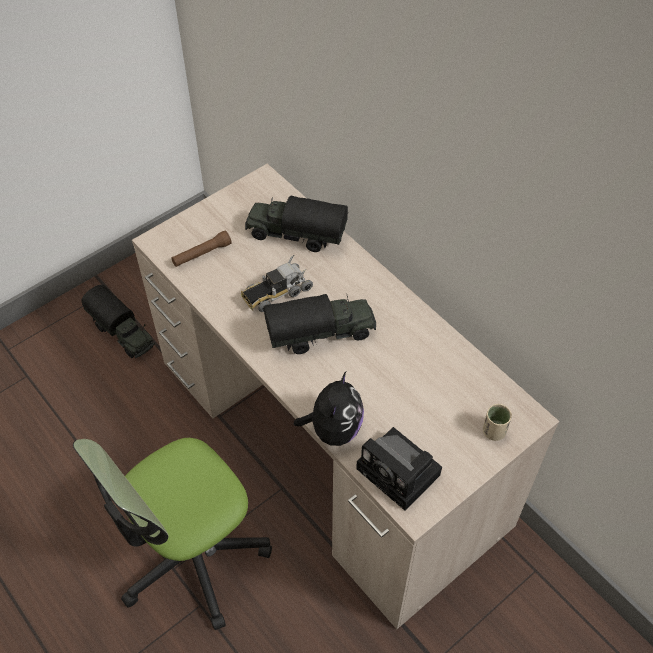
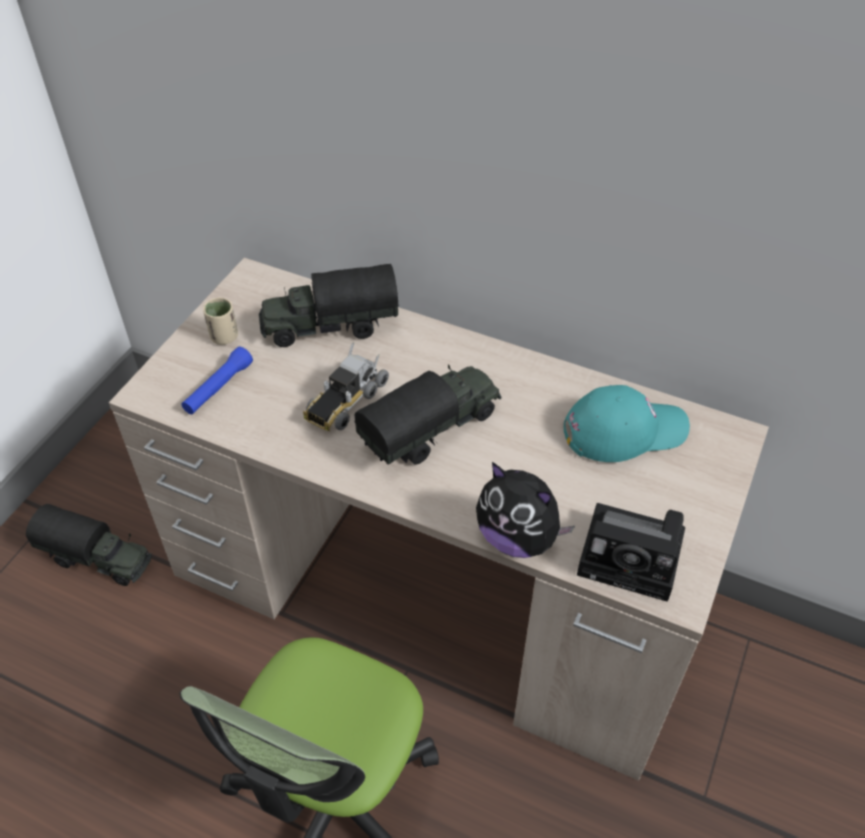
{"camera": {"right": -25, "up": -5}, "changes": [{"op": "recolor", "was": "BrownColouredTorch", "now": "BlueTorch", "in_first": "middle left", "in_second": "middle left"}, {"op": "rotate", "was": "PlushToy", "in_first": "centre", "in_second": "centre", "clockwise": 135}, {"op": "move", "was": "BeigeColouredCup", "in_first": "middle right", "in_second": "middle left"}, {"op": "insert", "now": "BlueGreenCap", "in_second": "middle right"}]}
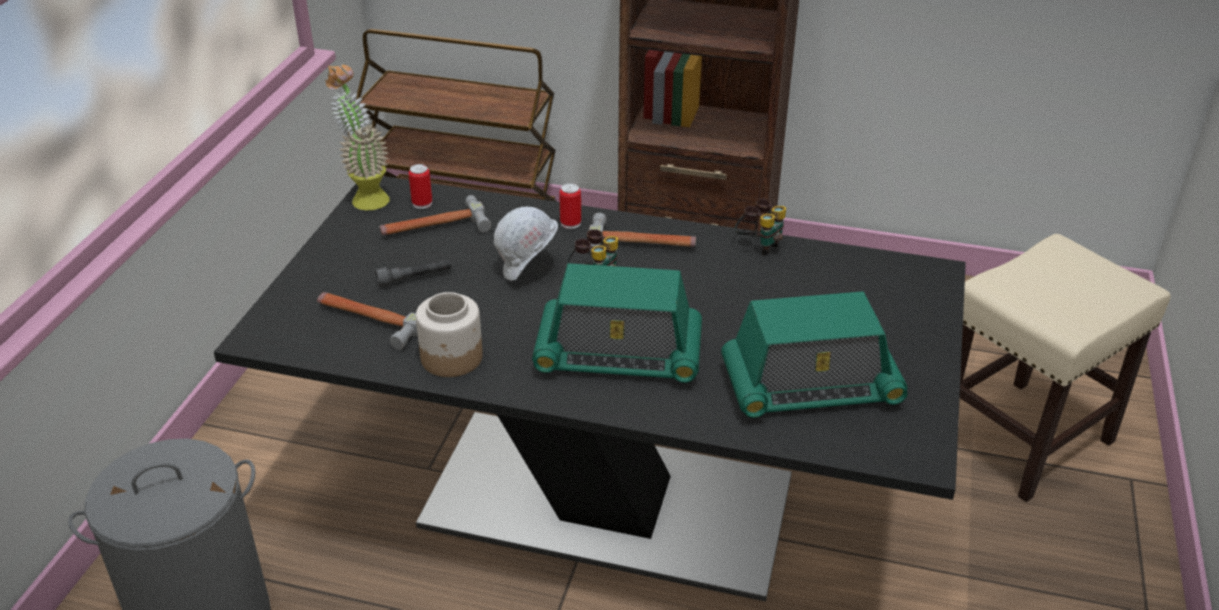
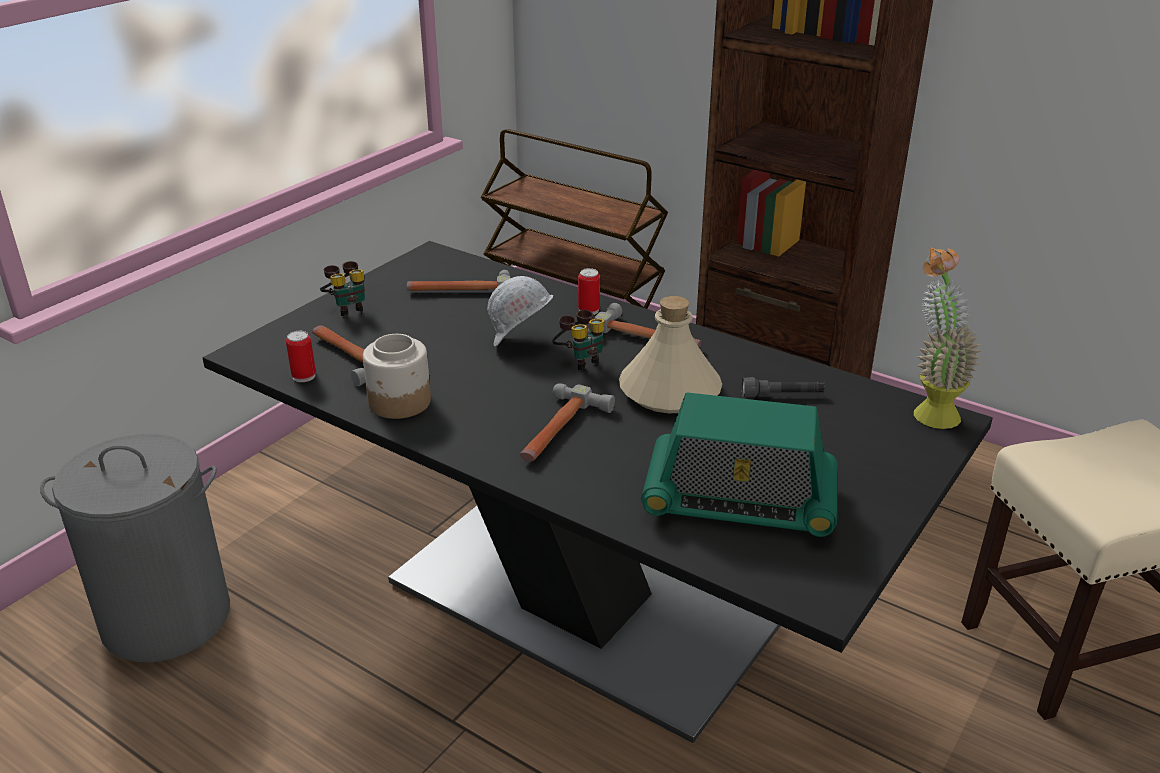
{"camera": {"right": 20, "up": -5}, "changes": [{"op": "move", "was": "PottedPlant", "in_first": "top left", "in_second": "middle right"}, {"op": "move", "was": "GreyTorch", "in_first": "centre", "in_second": "middle right"}, {"op": "move", "was": "Can (1st from left)", "in_first": "top centre", "in_second": "middle left"}, {"op": "replace", "was": "Radio (1st from left)", "now": "ToolHammer (3rd from left)", "in_first": "centre", "in_second": "centre"}, {"op": "move", "was": "PairOfBinoculars (2nd from left in the first image)", "now": "PairOfBinoculars (1st from left)", "in_first": "centre", "in_second": "middle left"}, {"op": "insert", "now": "BeigeColouredBeverageBottle", "in_second": "centre"}]}
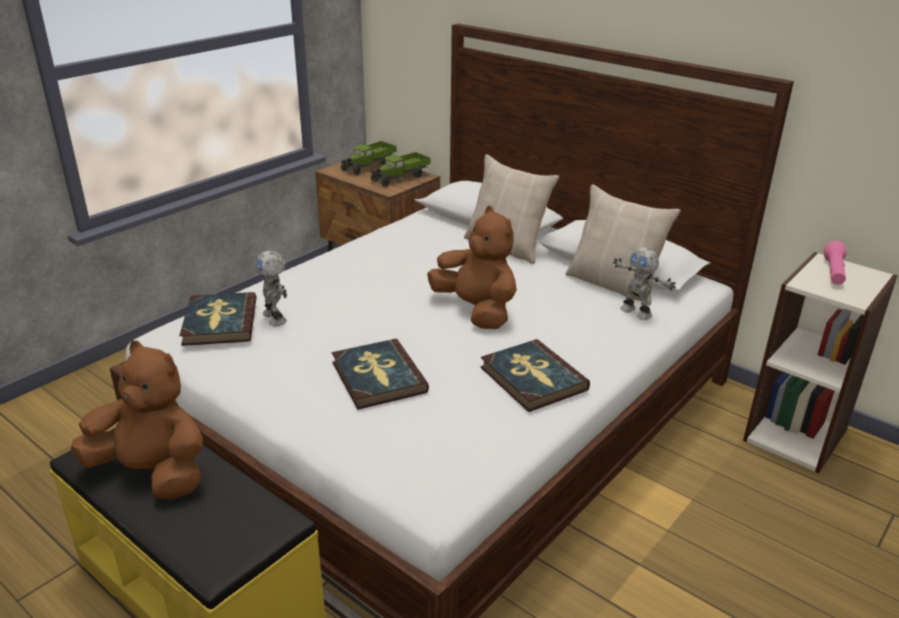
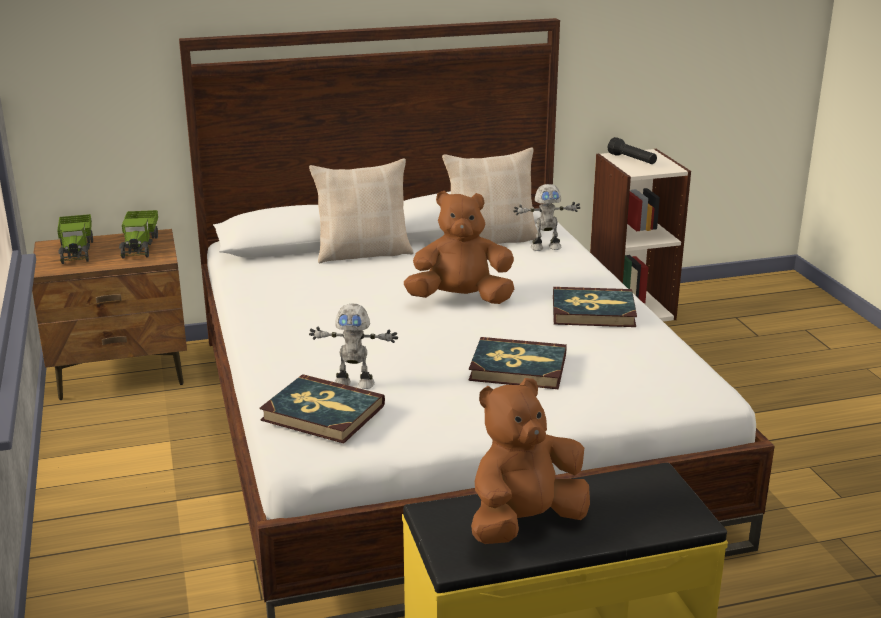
{"camera": {"right": -55, "up": -5}, "changes": [{"op": "recolor", "was": "PinkTorch", "now": "BlackColouredTorch", "in_first": "middle right", "in_second": "top right"}]}
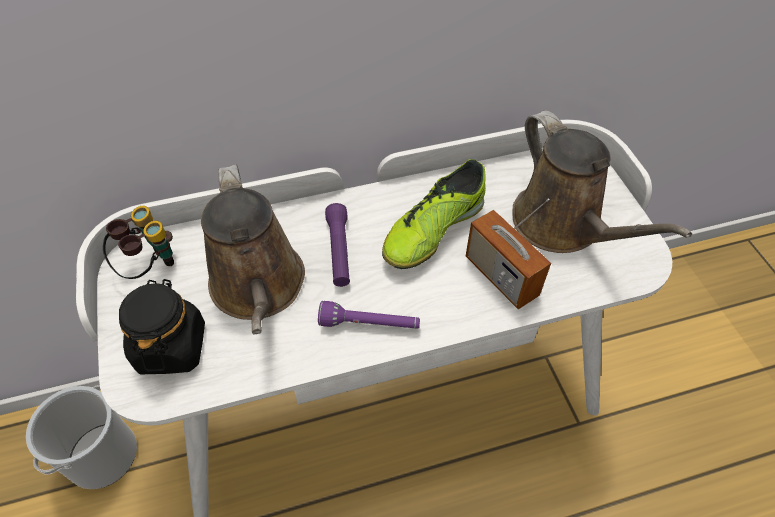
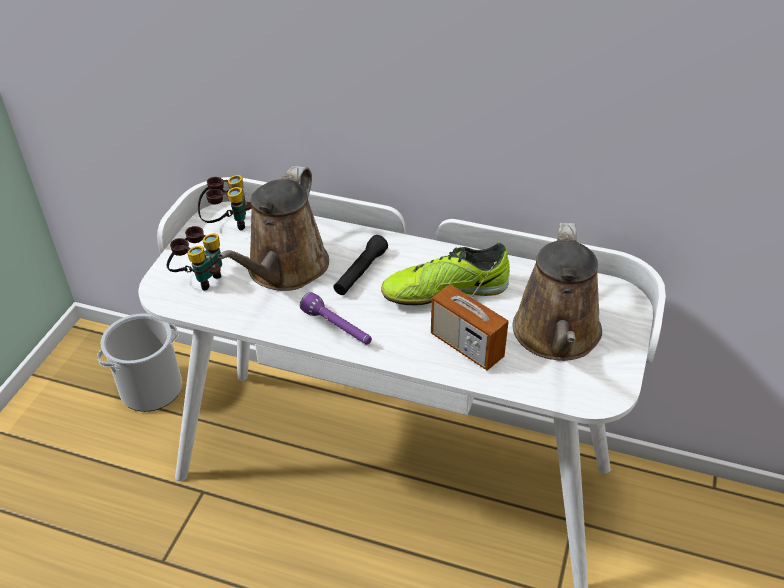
{"camera": {"right": 35, "up": -10}, "changes": [{"op": "replace", "was": "BlackColouredJar", "now": "PairOfBinoculars (1st from left)", "in_first": "middle left", "in_second": "middle left"}, {"op": "recolor", "was": "PurpleColouredTorch (1st from left)", "now": "BlackColouredTorch", "in_first": "centre", "in_second": "centre"}, {"op": "rotate", "was": "Radio", "in_first": "centre", "in_second": "centre", "clockwise": -45}]}
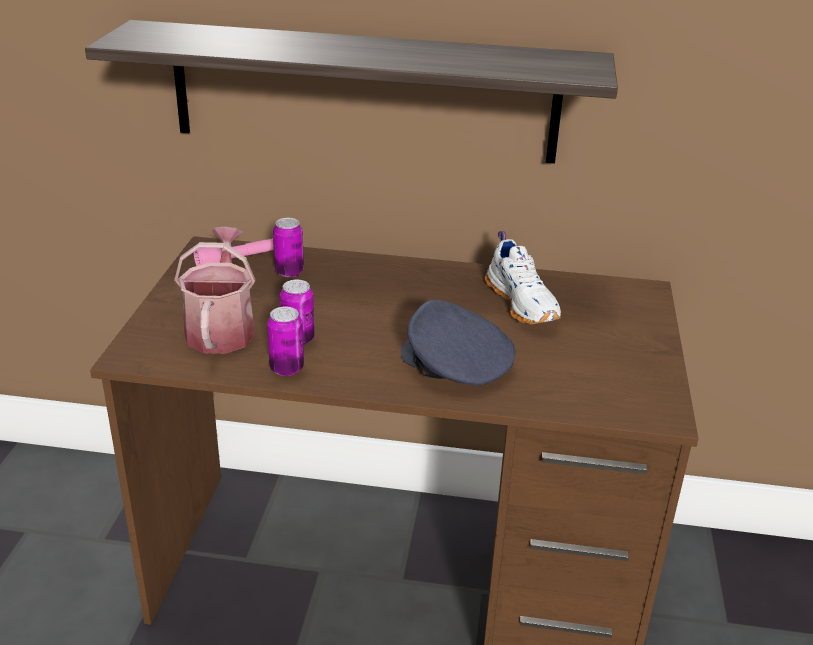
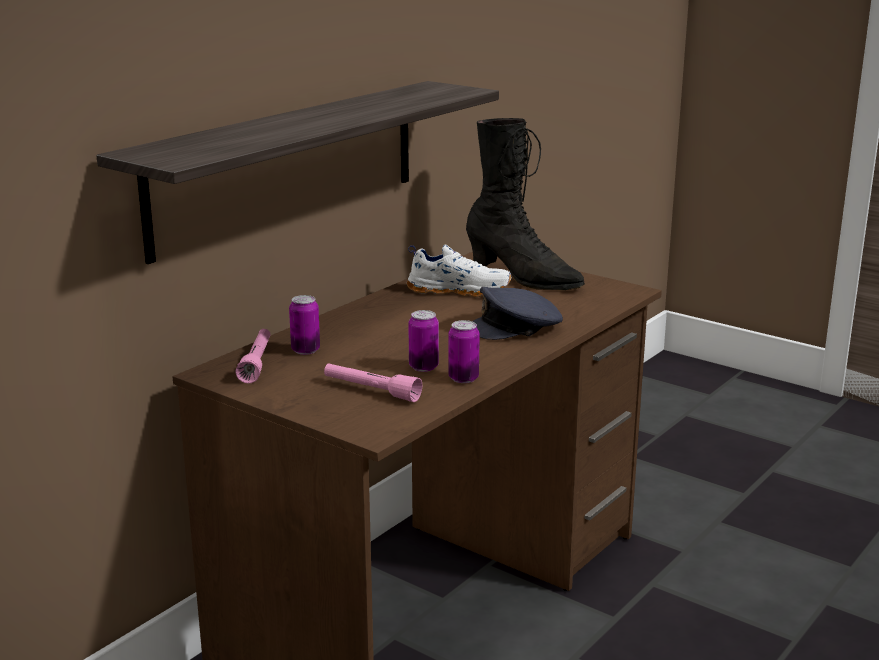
{"camera": {"right": -60, "up": -10}, "changes": [{"op": "replace", "was": "WateringPot", "now": "PinkTorch (2nd from left)", "in_first": "middle left", "in_second": "centre"}, {"op": "insert", "now": "BlackColouredBoot", "in_second": "top centre"}]}
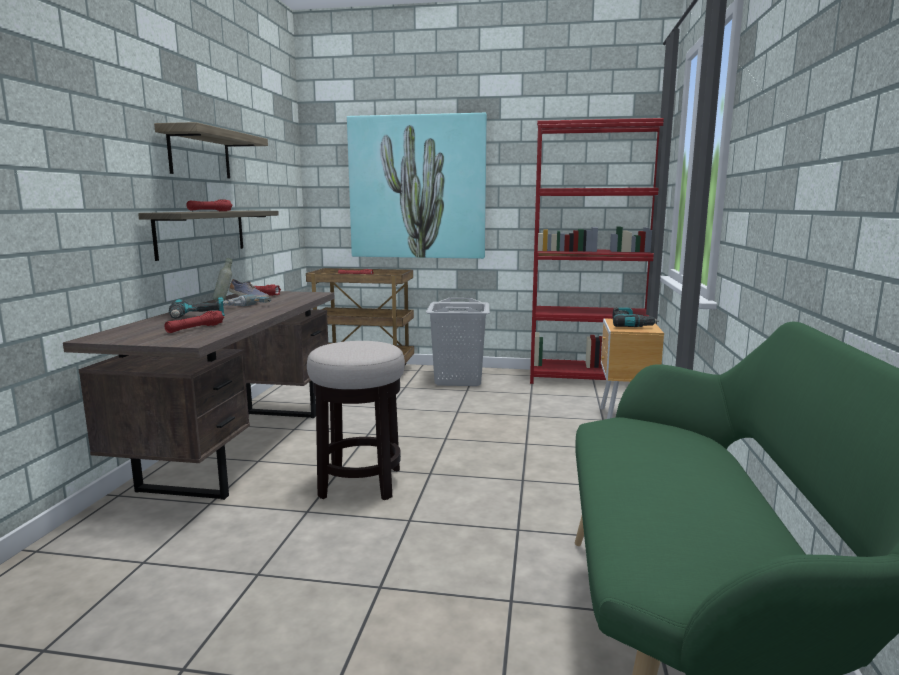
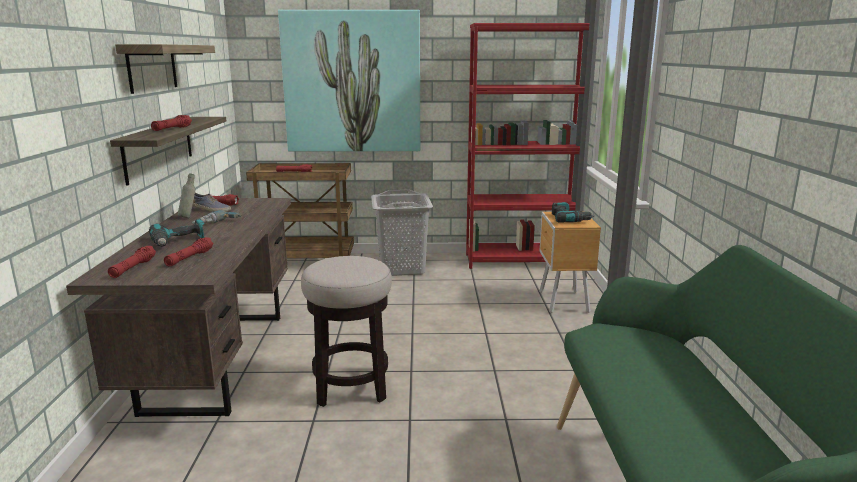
{"camera": {"right": -10, "up": 5}, "changes": [{"op": "insert", "now": "RedTorch (1st from left)", "in_second": "middle left"}]}
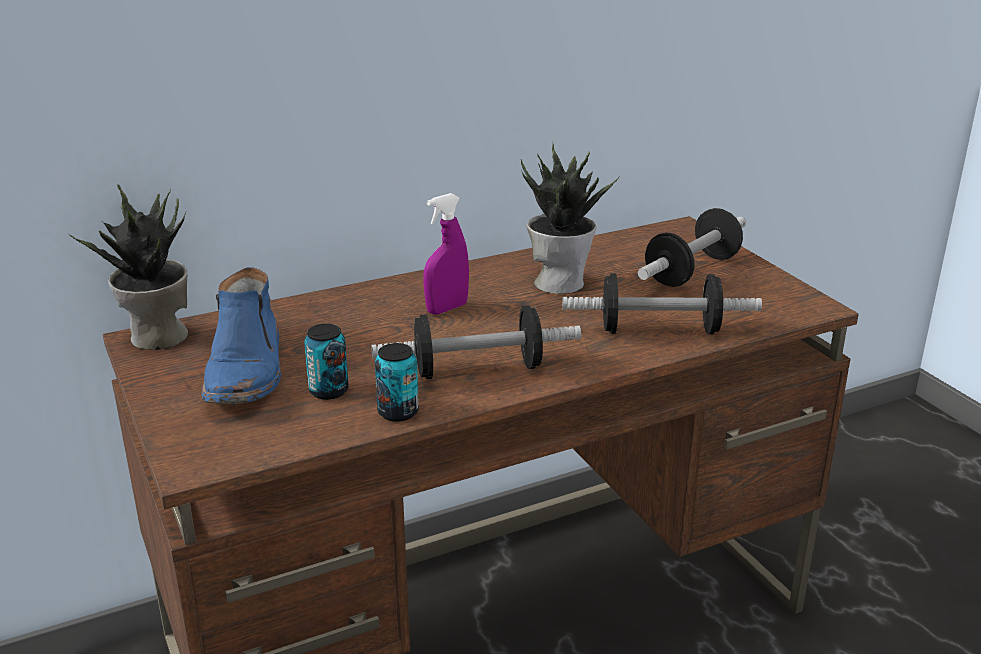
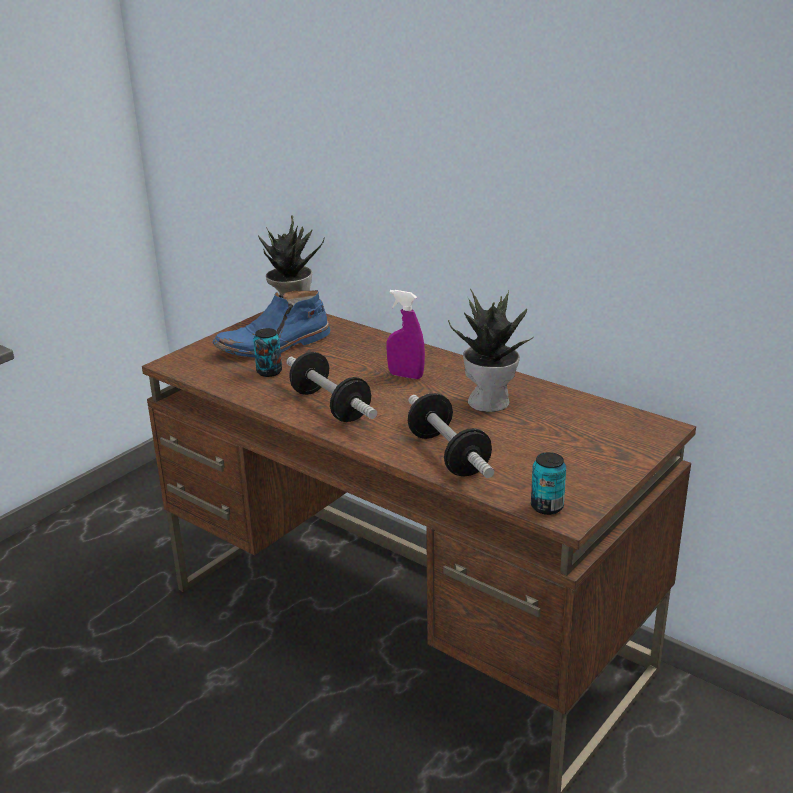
{"camera": {"right": 65, "up": 0}, "changes": [{"op": "move", "was": "Can (2nd from left)", "in_first": "centre", "in_second": "middle right"}, {"op": "delete", "was": "Dumbbell (3rd from left)", "in_first": "middle right"}]}
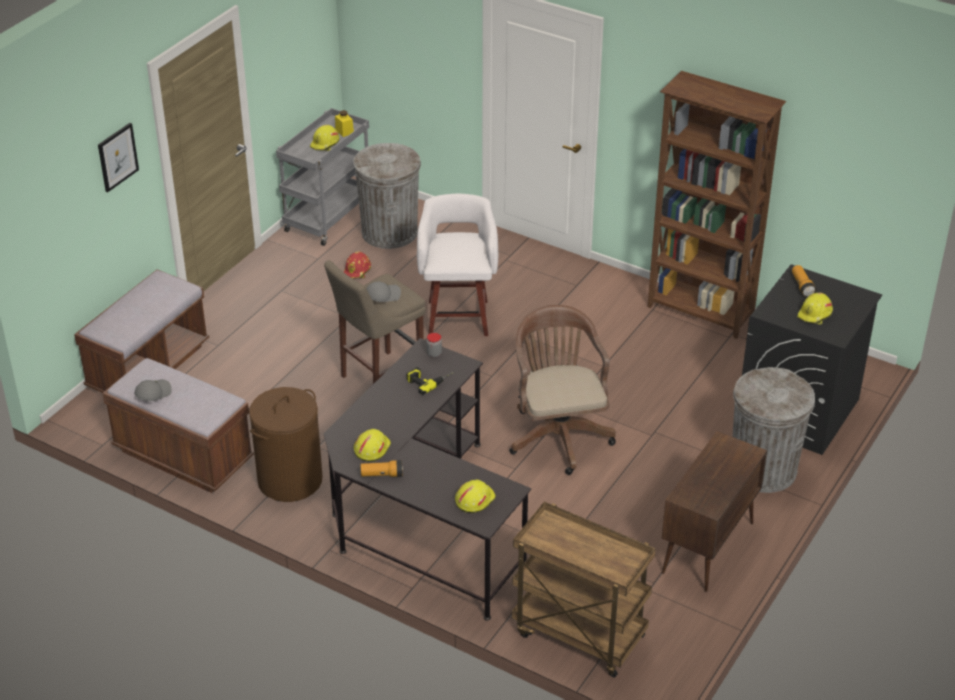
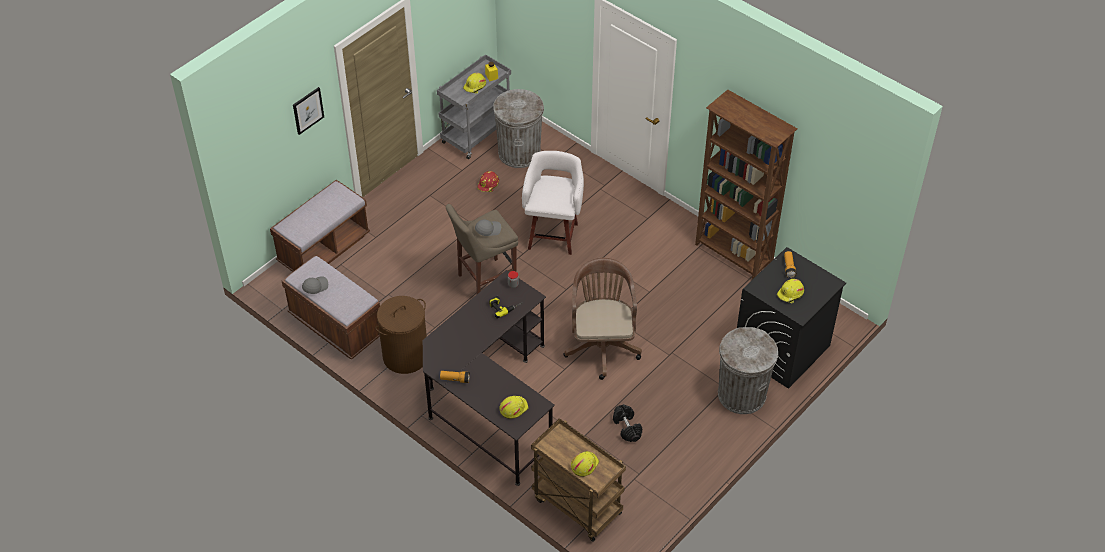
{"camera": {"right": 10, "up": 10}, "changes": [{"op": "move", "was": "YellowSafetyHelmet (2nd from left in the first image)", "now": "YellowSafetyHelmet (3rd from left)", "in_first": "centre", "in_second": "bottom centre"}, {"op": "delete", "was": "BrownColouredCabinet", "in_first": "bottom right"}, {"op": "insert", "now": "BlackColouredDumbbell", "in_second": "bottom centre"}]}
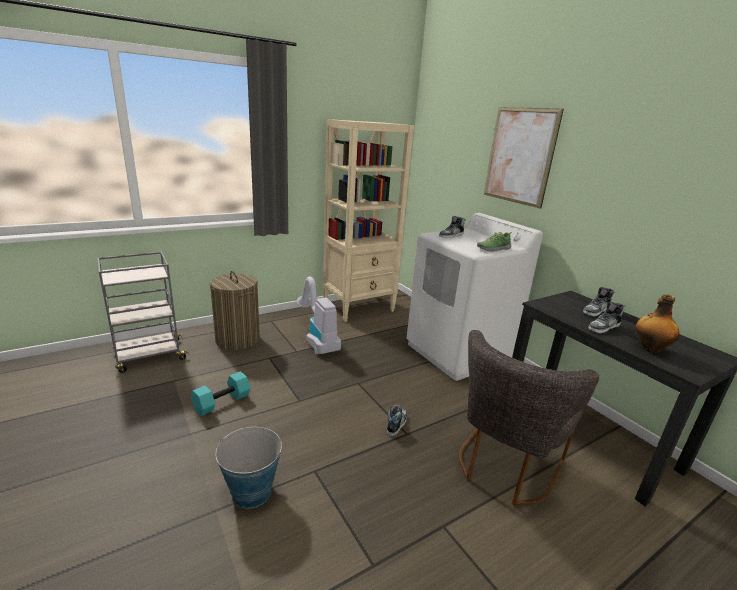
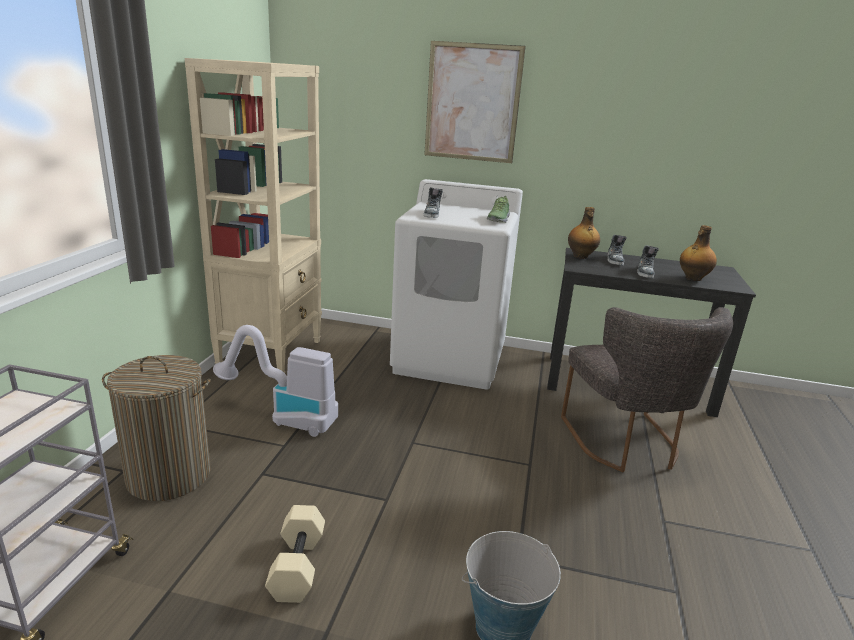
{"camera": {"right": -45, "up": 0}, "changes": [{"op": "recolor", "was": "BlueGreenDumbbell", "now": "BeigeColouredDumbbell", "in_first": "middle left", "in_second": "bottom centre"}, {"op": "delete", "was": "Shoe (1st from left)", "in_first": "bottom centre"}, {"op": "insert", "now": "BeverageBottle (1st from left)", "in_second": "middle right"}]}
